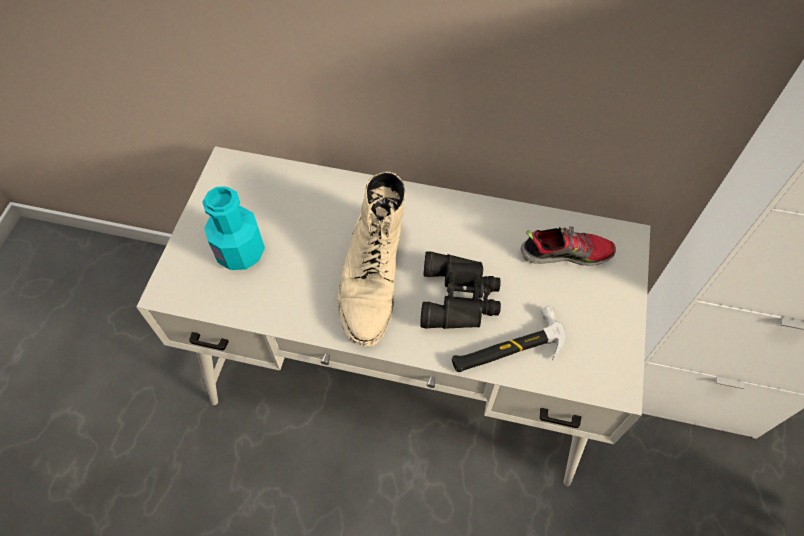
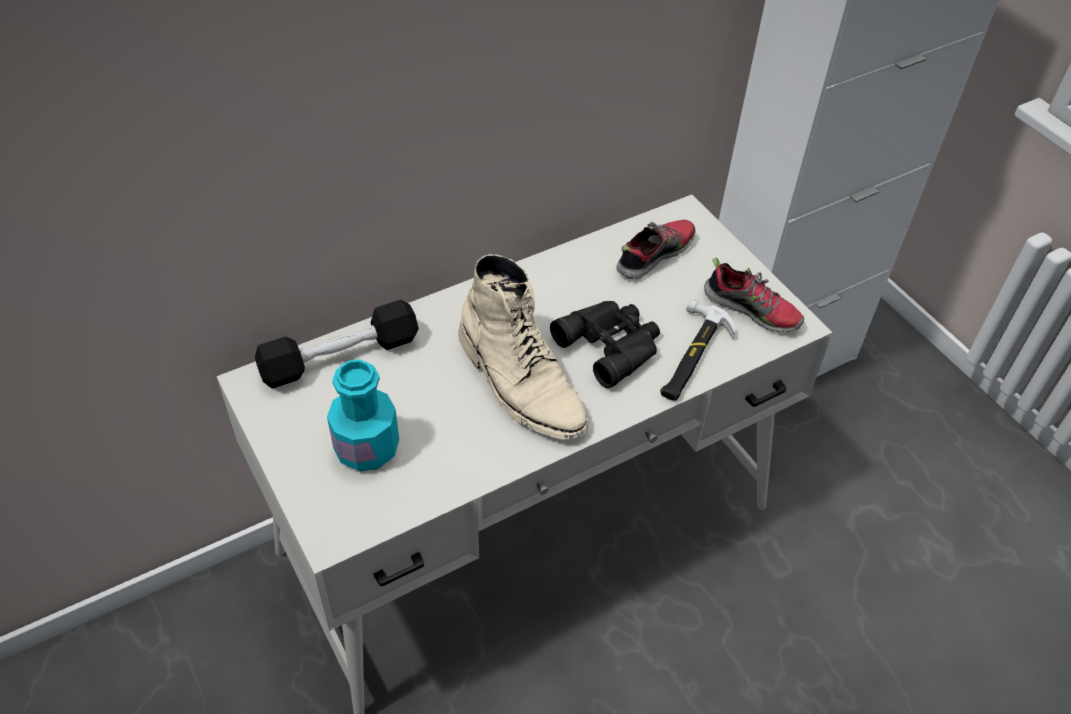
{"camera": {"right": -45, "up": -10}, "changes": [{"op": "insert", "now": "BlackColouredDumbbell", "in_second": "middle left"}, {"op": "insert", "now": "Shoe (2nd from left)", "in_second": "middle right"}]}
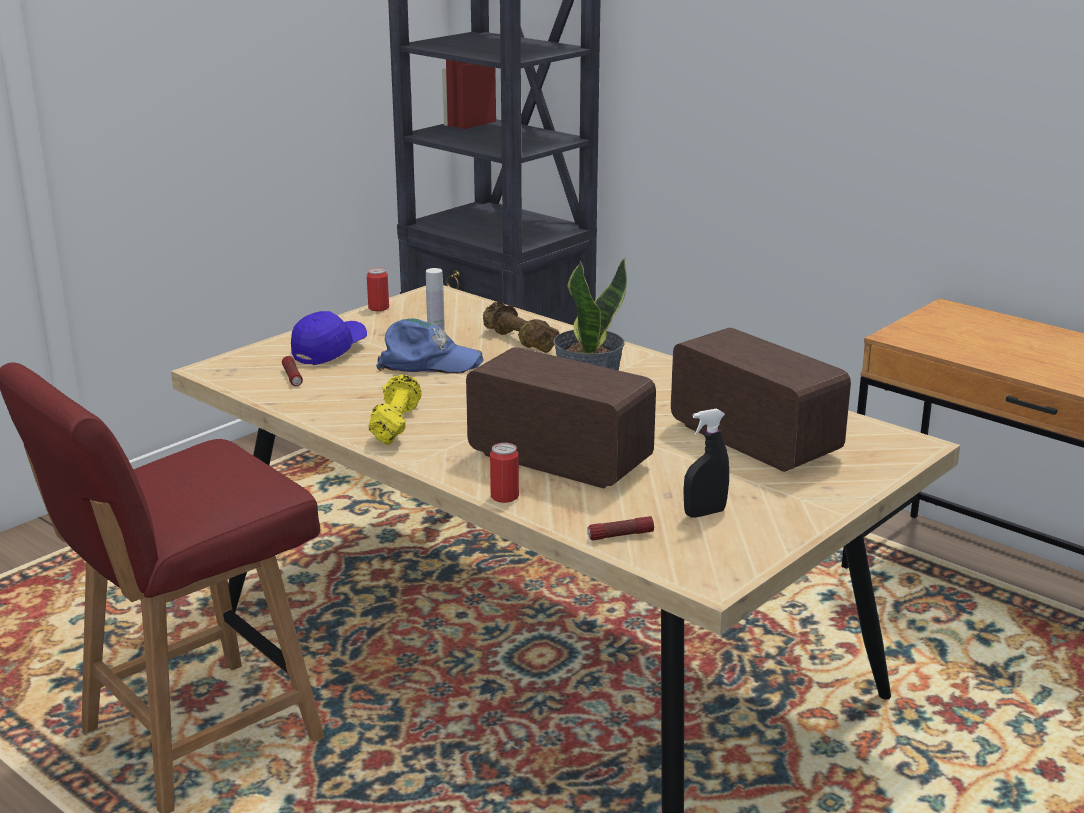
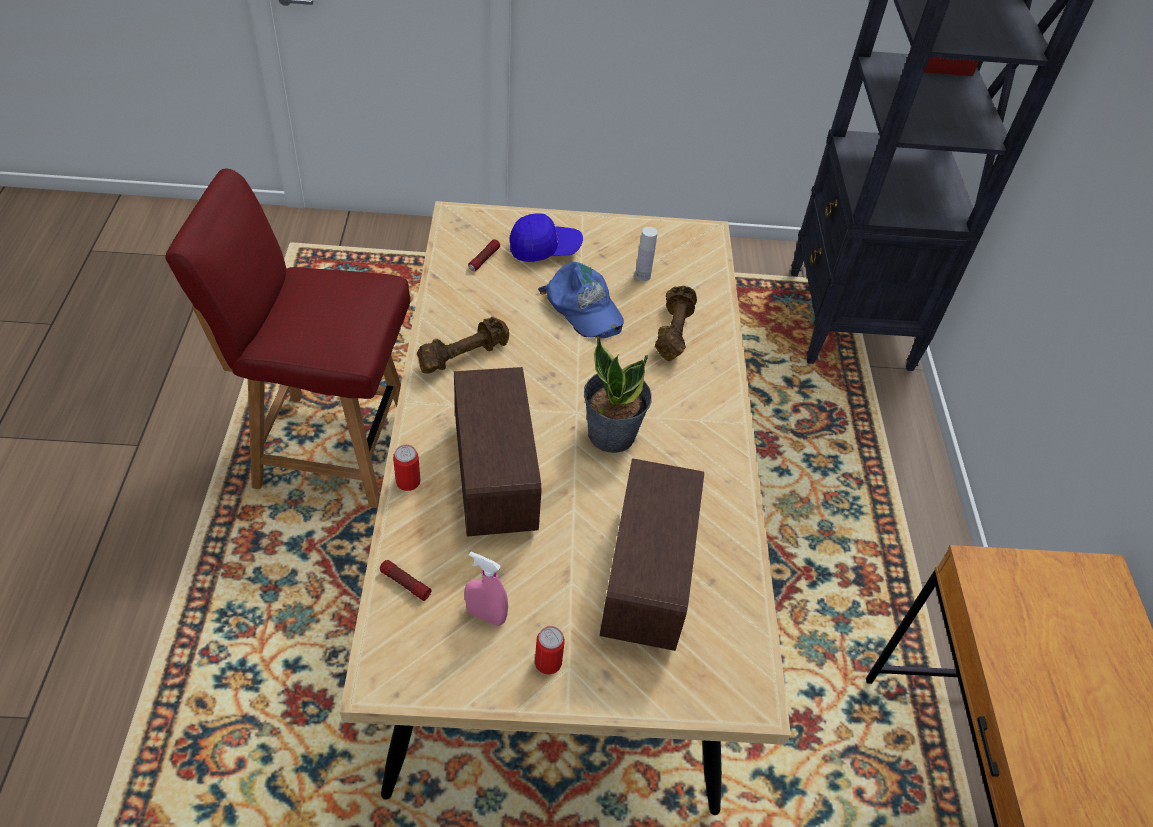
{"camera": {"right": 45, "up": 25}, "changes": [{"op": "move", "was": "Can (1st from left in the first image)", "now": "Can (2nd from left)", "in_first": "centre", "in_second": "bottom centre"}, {"op": "recolor", "was": "YellowDumbbell", "now": "BrownColouredDumbbell (1st from left)", "in_first": "centre", "in_second": "centre"}, {"op": "recolor", "was": "BlackColouredSprayer", "now": "PinkSprayer", "in_first": "centre", "in_second": "bottom centre"}]}
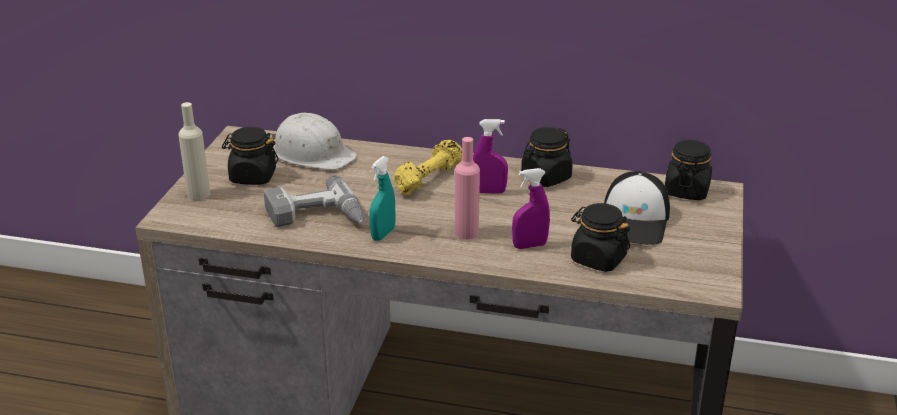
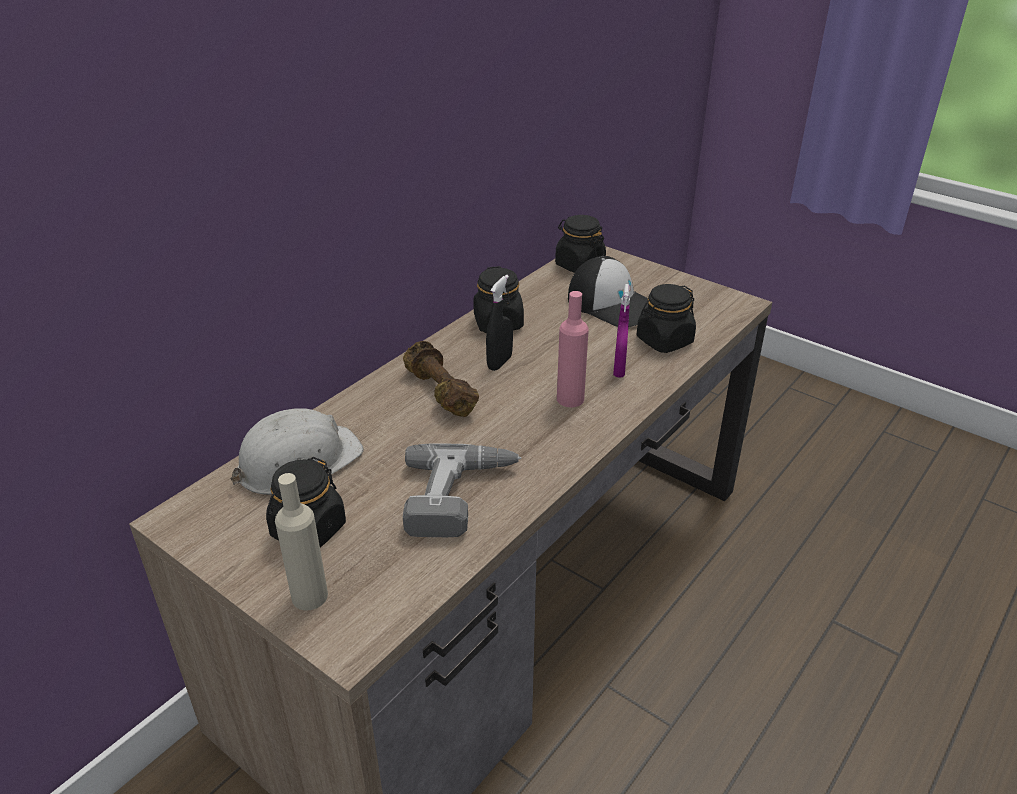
{"camera": {"right": -65, "up": 5}, "changes": [{"op": "delete", "was": "BlueGreenSprayer", "in_first": "centre"}, {"op": "recolor", "was": "YellowDumbbell", "now": "BrownColouredDumbbell", "in_first": "centre", "in_second": "centre"}, {"op": "recolor", "was": "PurpleColouredSprayer (1st from left)", "now": "BlackColouredSprayer", "in_first": "centre", "in_second": "centre"}]}
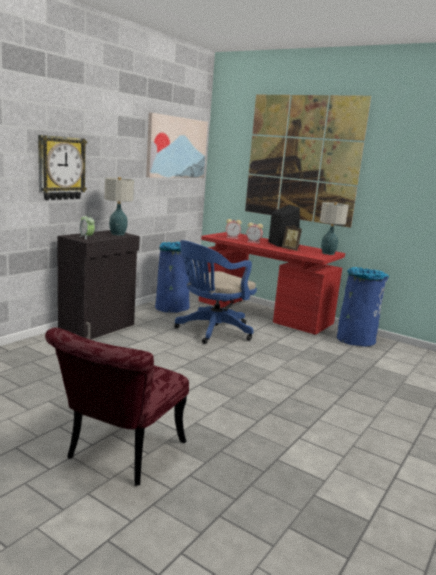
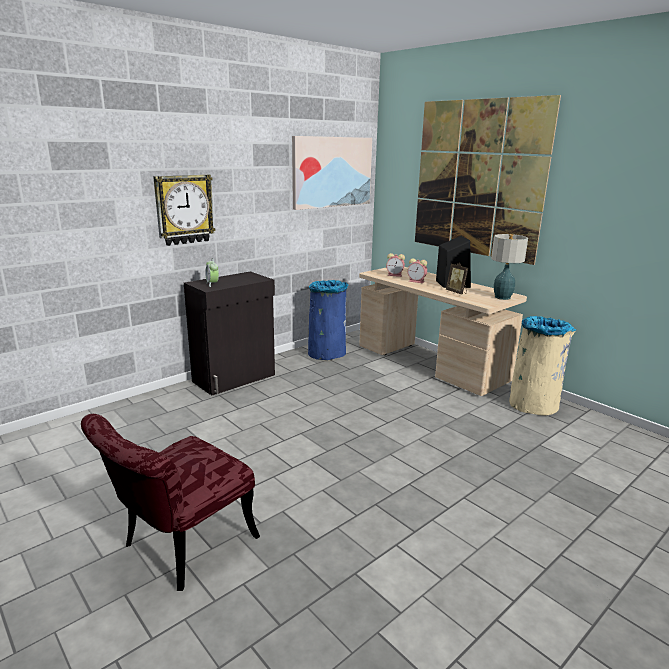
{"camera": {"right": 15, "up": 5}, "changes": [{"op": "delete", "was": "TabletopLamp (1st from left)", "in_first": "middle left"}, {"op": "delete", "was": "BlueDeskChair", "in_first": "centre"}, {"op": "recolor", "was": "RedDeskUnit", "now": "BeigeColouredDeskUnit", "in_first": "centre", "in_second": "centre"}, {"op": "recolor", "was": "BlueRubbishBin (2nd from left)", "now": "BeigeColouredRubbishBin", "in_first": "middle right", "in_second": "middle right"}]}
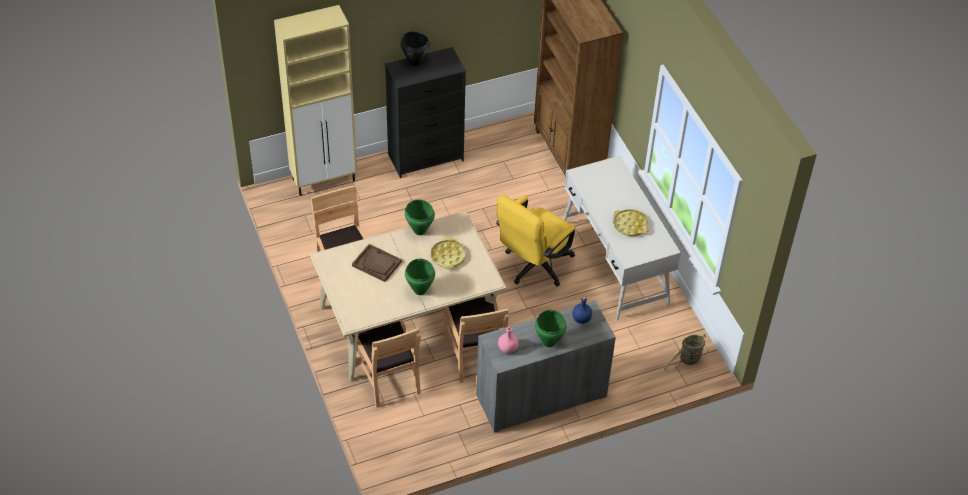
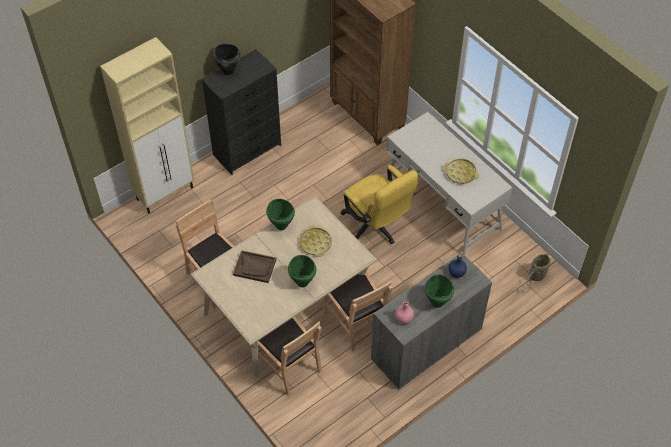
{"camera": {"right": -15, "up": 5}, "changes": [{"op": "rotate", "was": "YellowDeskChair", "in_first": "centre", "in_second": "centre", "clockwise": -60}]}
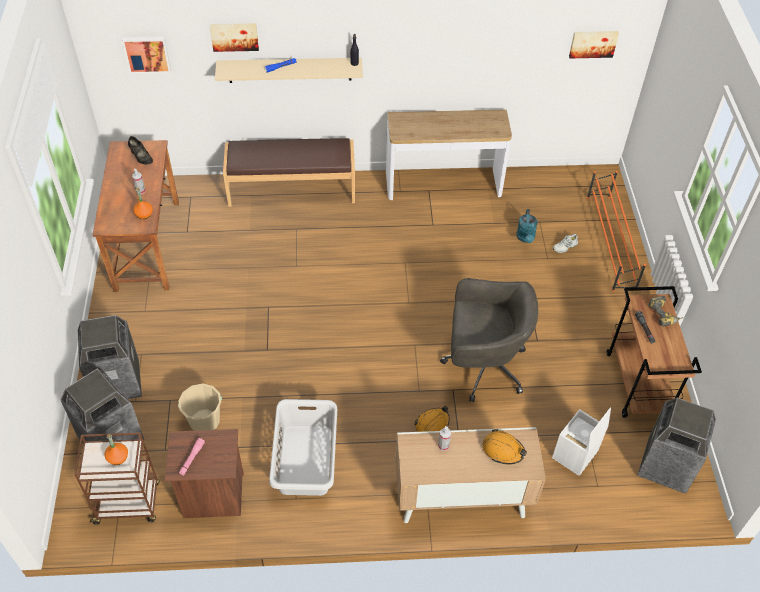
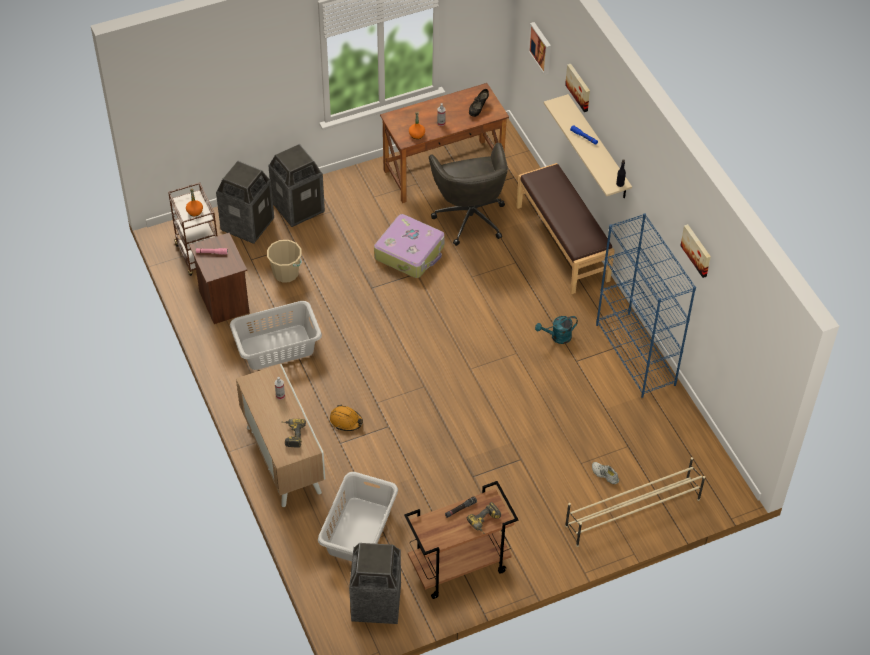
{"camera": {"right": 70, "up": 0}, "changes": [{"op": "replace", "was": "NarrowTable", "now": "BlueBookshelf", "in_first": "top centre", "in_second": "middle right"}, {"op": "move", "was": "GreyDeskChair", "in_first": "centre", "in_second": "top centre"}, {"op": "replace", "was": "OrangeySafetyHelmet (2nd from left)", "now": "Drill (1st from left)", "in_first": "bottom centre", "in_second": "centre"}, {"op": "move", "was": "BlueGreenWateringPot", "in_first": "middle right", "in_second": "centre"}, {"op": "replace", "was": "WhiteStorageBox", "now": "GreyHamper (2nd from left)", "in_first": "bottom right", "in_second": "bottom centre"}, {"op": "move", "was": "WallArt (3rd from left)", "in_first": "top right", "in_second": "middle right"}, {"op": "recolor", "was": "OrangeyShoeStand", "now": "BeigeColouredShoeStand", "in_first": "middle right", "in_second": "bottom right"}, {"op": "insert", "now": "TravelCase", "in_second": "centre"}]}
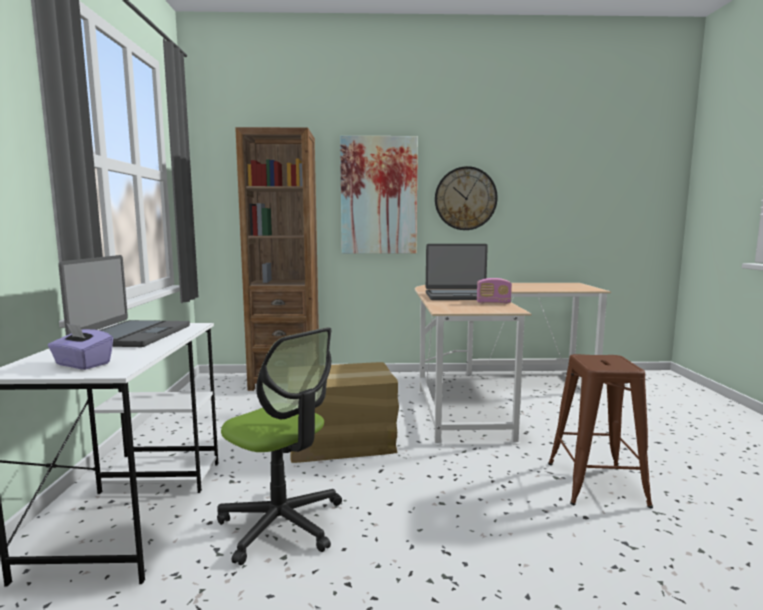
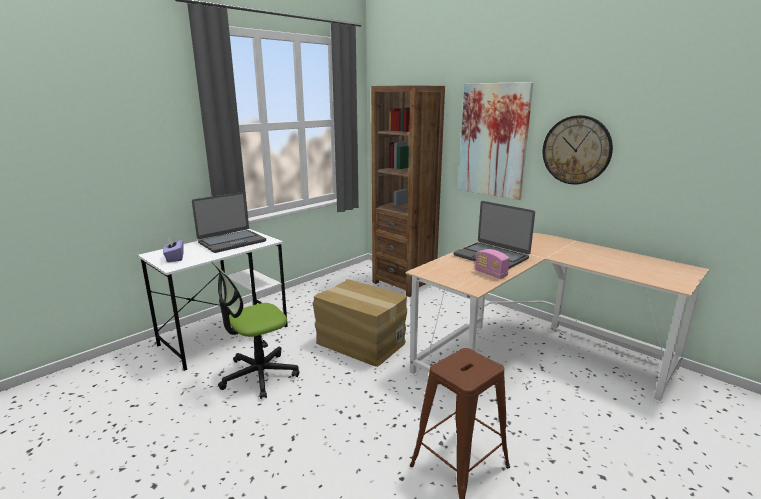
{"camera": {"right": 45, "up": 10}, "changes": [{"op": "rotate", "was": "DeskChair", "in_first": "bottom centre", "in_second": "centre", "clockwise": 60}]}
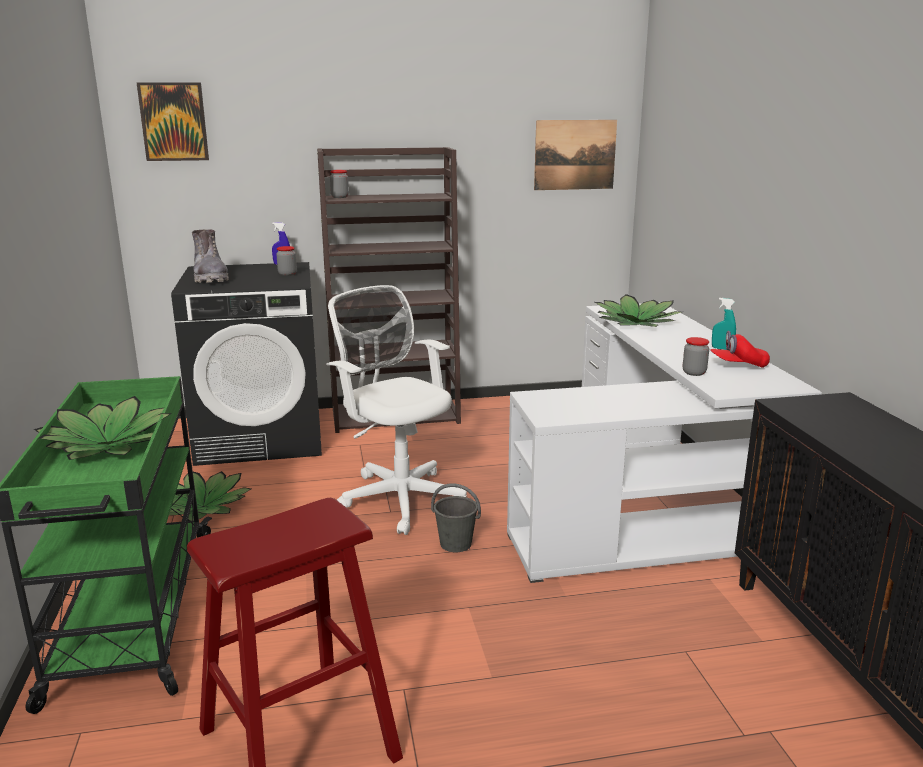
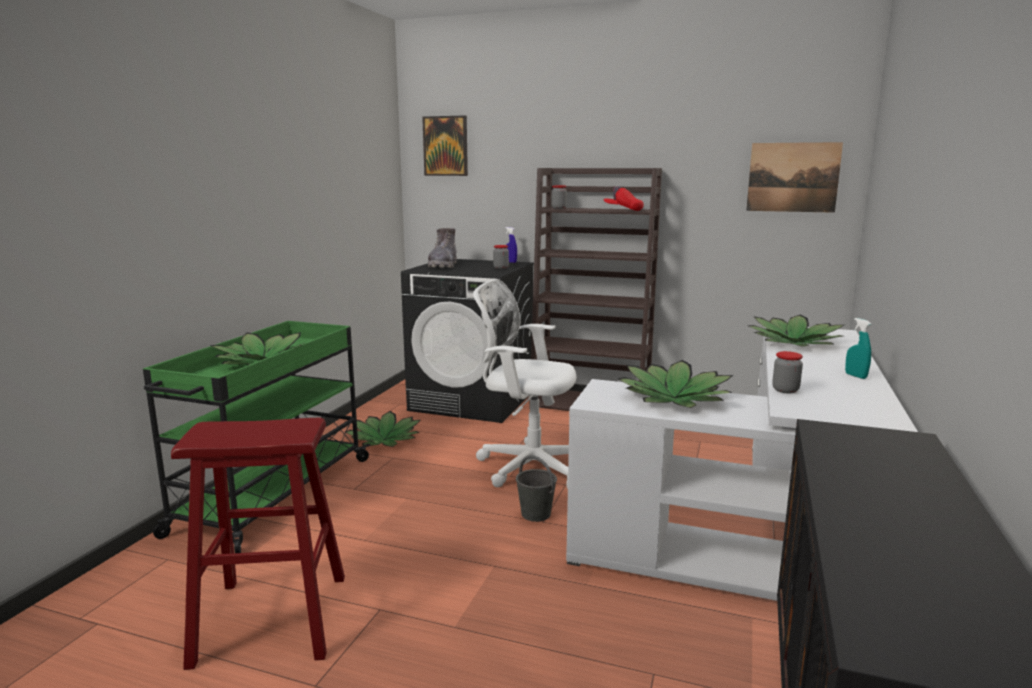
{"camera": {"right": 30, "up": -5}, "changes": [{"op": "rotate", "was": "WhiteDeskChair", "in_first": "centre", "in_second": "centre", "clockwise": -60}, {"op": "move", "was": "RedCap", "in_first": "middle right", "in_second": "top centre"}, {"op": "insert", "now": "PottedPlant (3rd from left)", "in_second": "centre"}]}
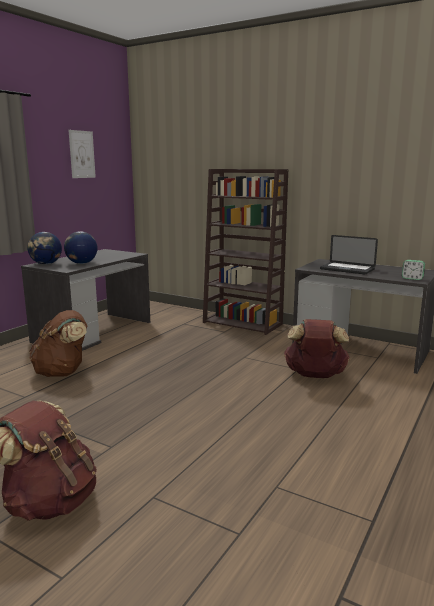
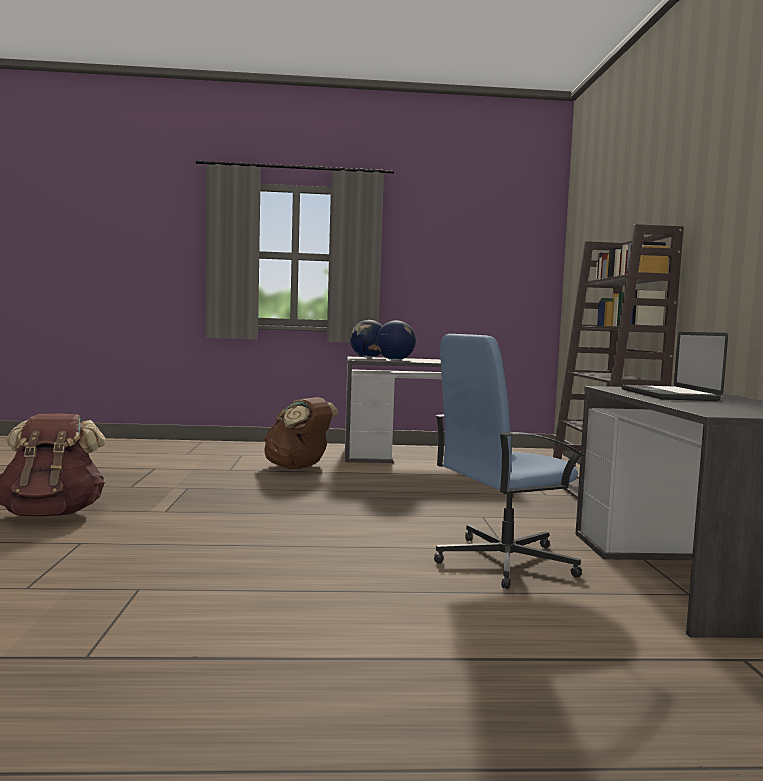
{"camera": {"right": 55, "up": -10}, "changes": [{"op": "delete", "was": "WallArt", "in_first": "top left"}, {"op": "replace", "was": "BrownColouredRucksack (3rd from left)", "now": "BlueDeskChair", "in_first": "middle right", "in_second": "middle right"}, {"op": "delete", "was": "BedsideClock", "in_first": "middle right"}]}
